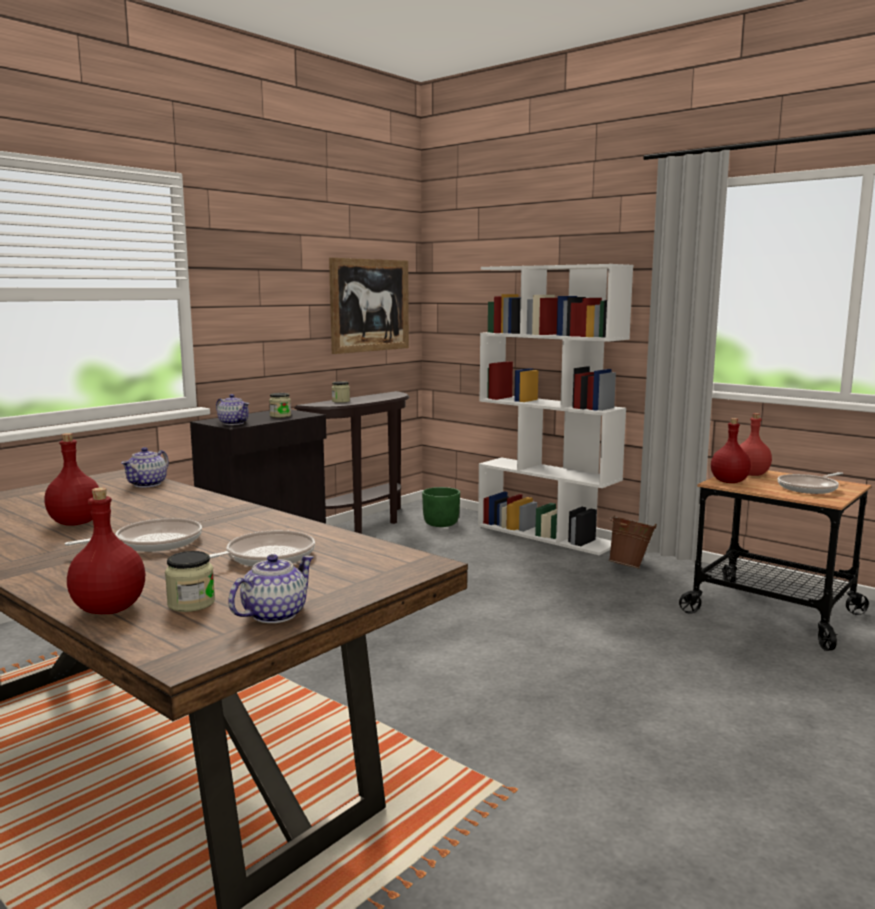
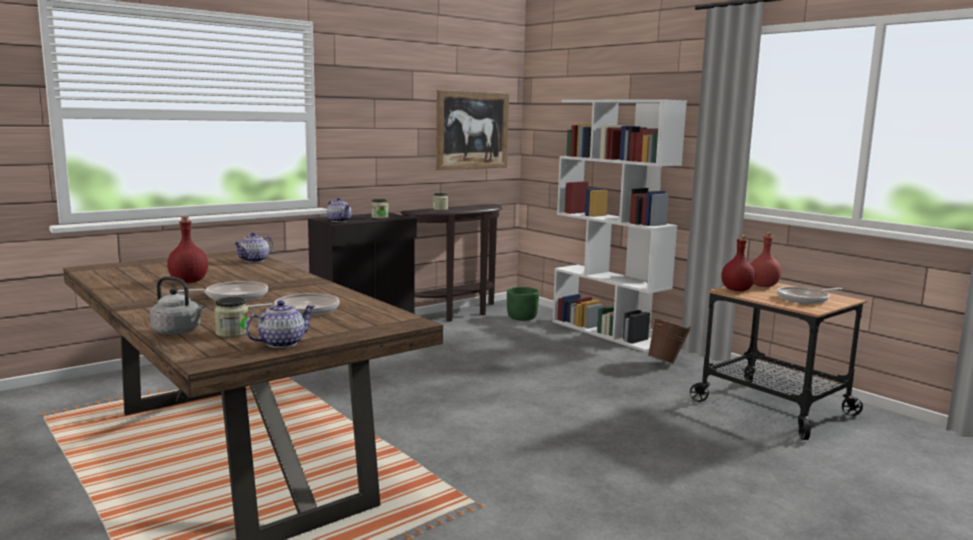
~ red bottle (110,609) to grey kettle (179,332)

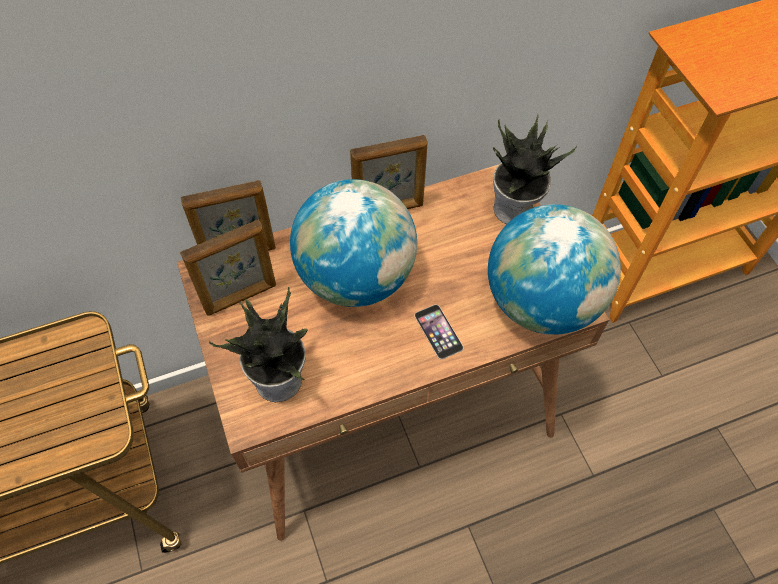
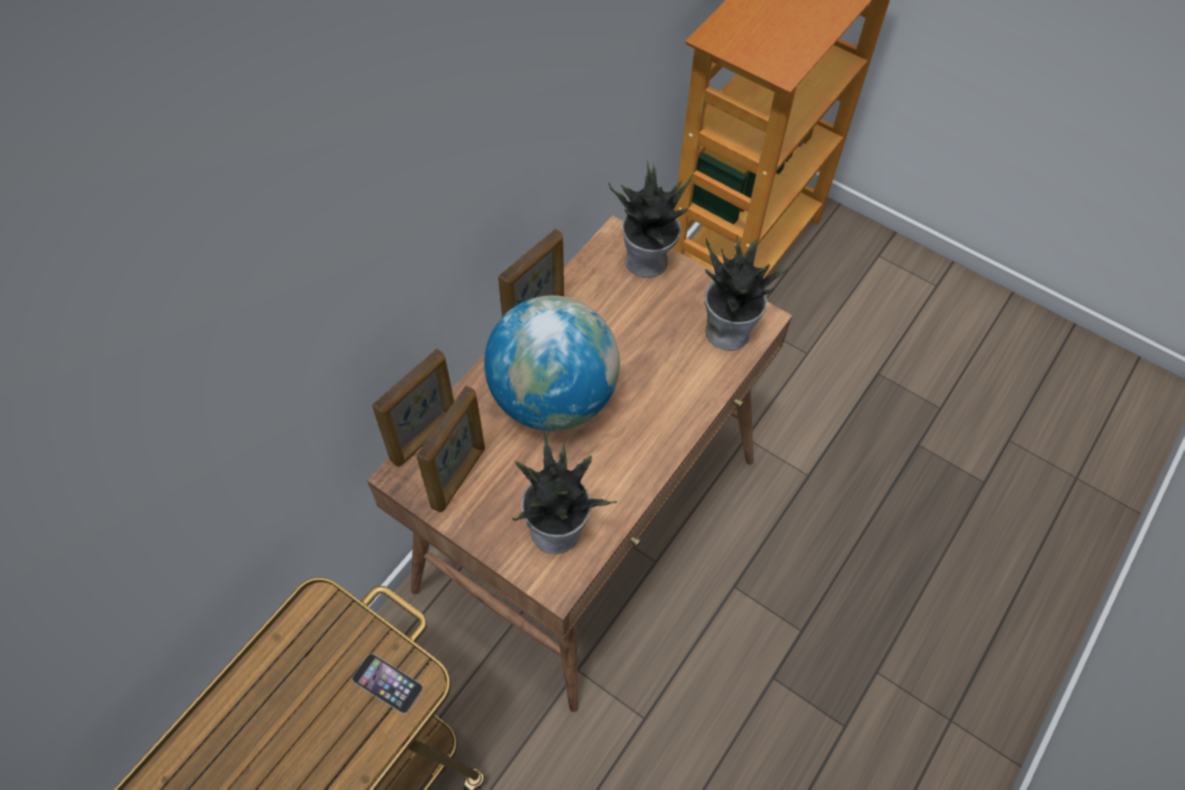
~ globe (541,302) to potted plant (728,330)
~ phone (438,331) to (387,683)

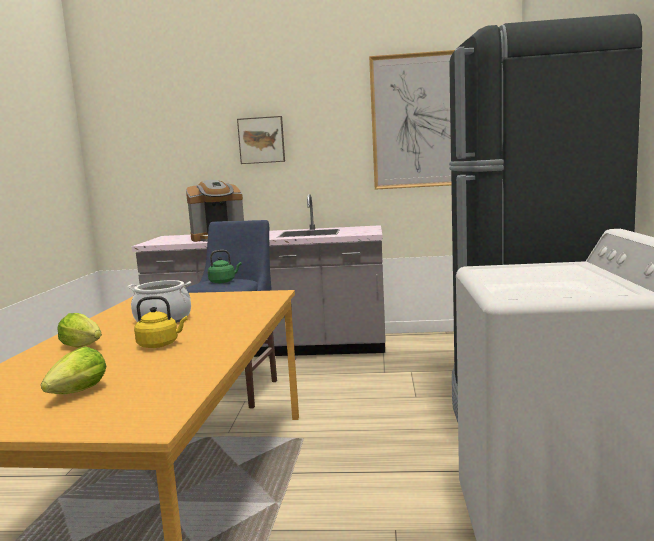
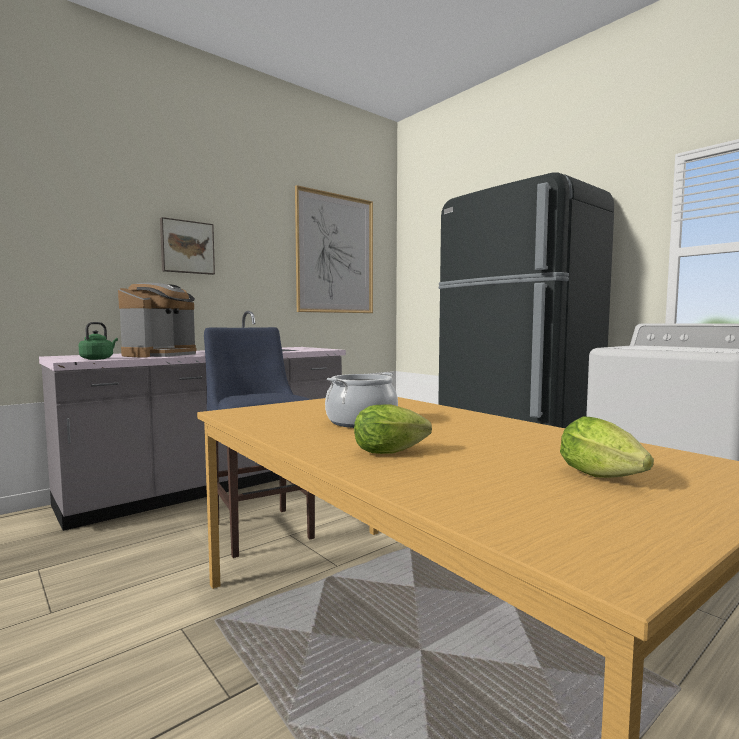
~ green kettle (223,281) to (98,359)
- yellow kettle (160,344)

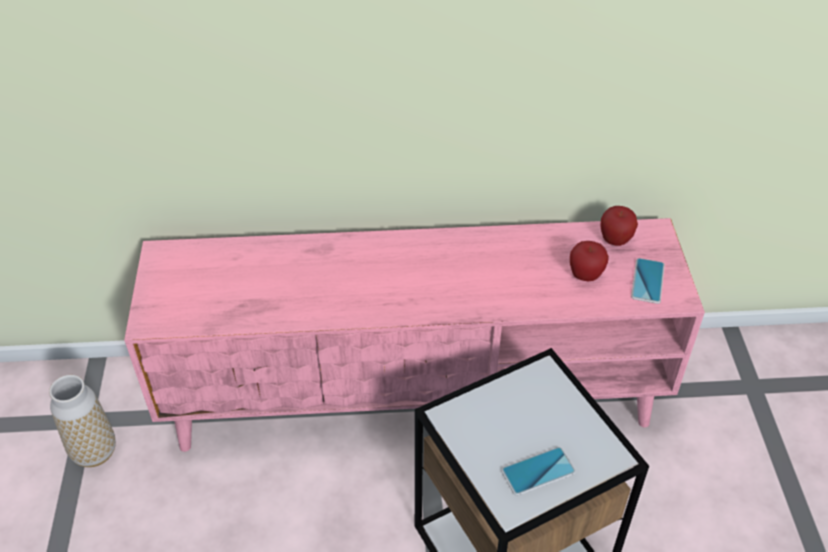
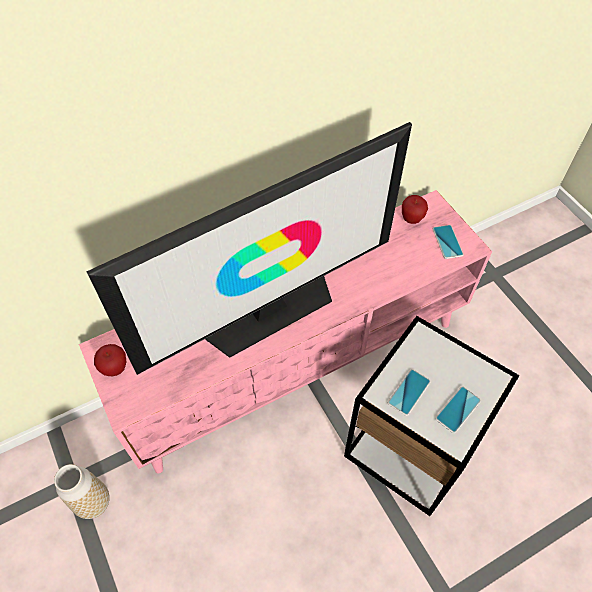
~ apple (585,276) to (115,368)
+ television (269,310)
+ phone (409,392)

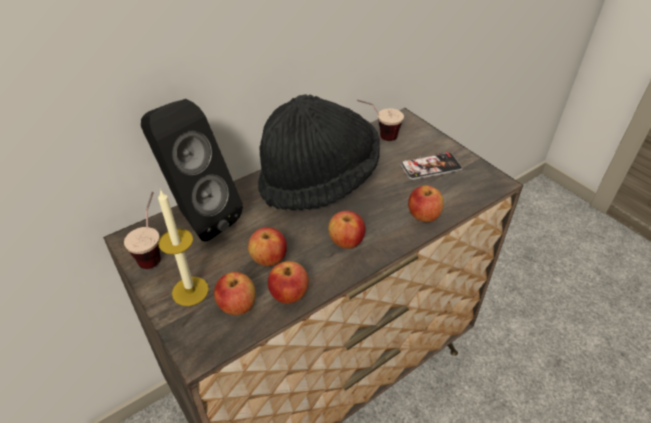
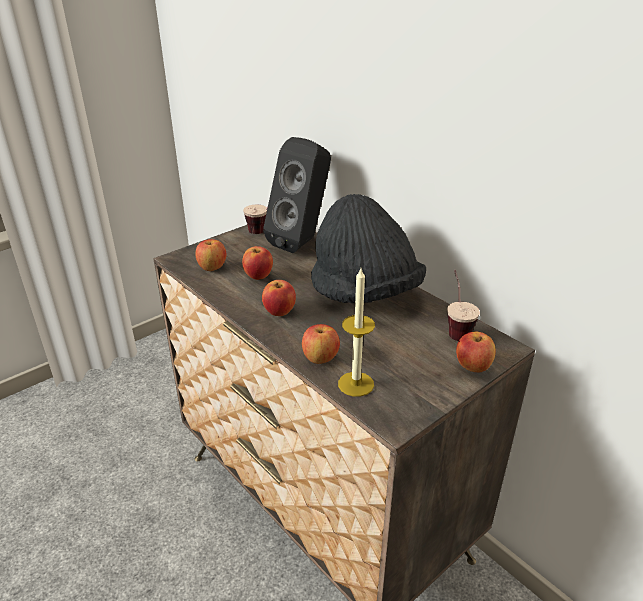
- phone (431,167)
~ candle (190,291) to (356,384)
~ apple (289,295) to (472,367)

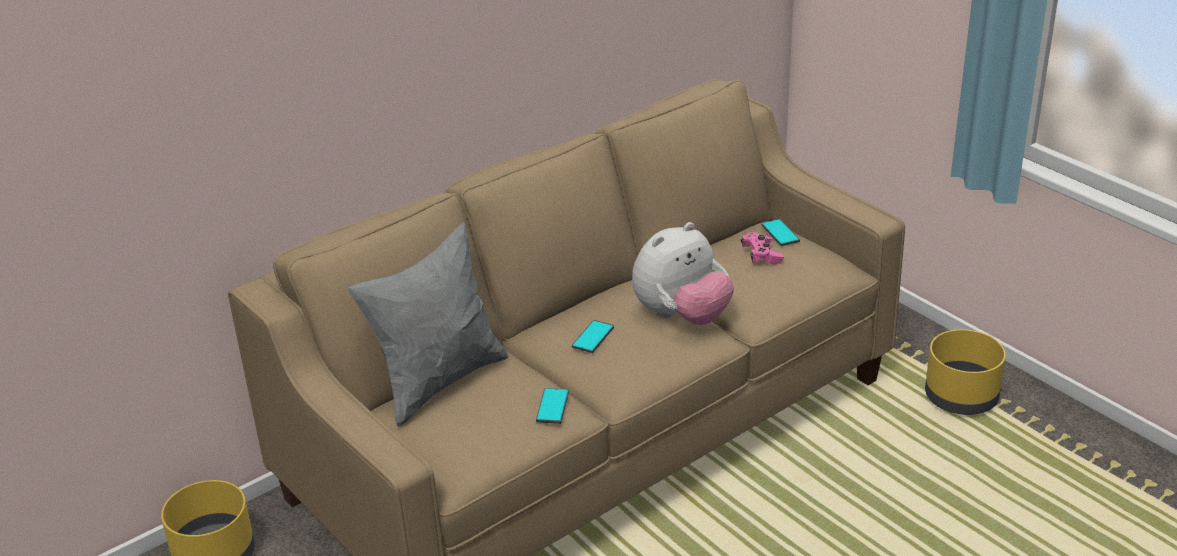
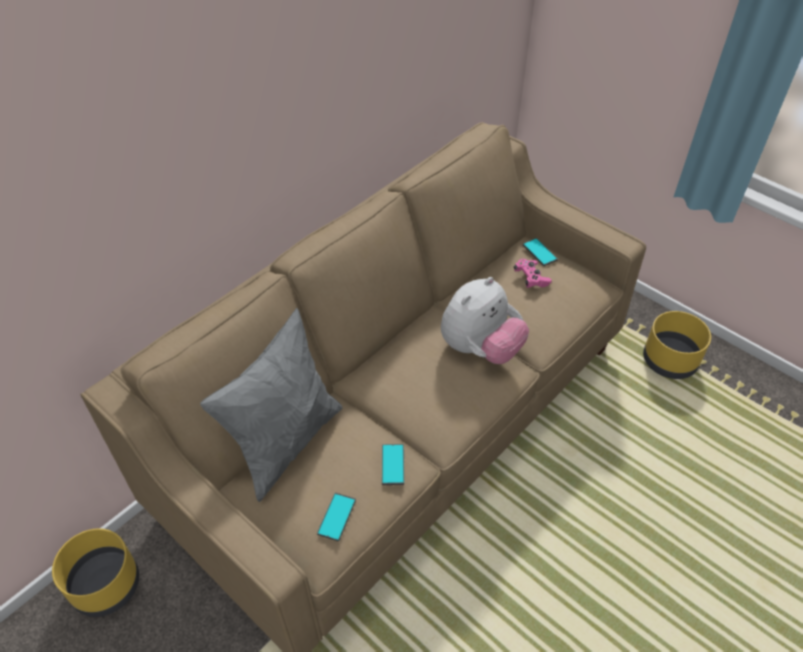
~ phone (592,337) to (336,517)

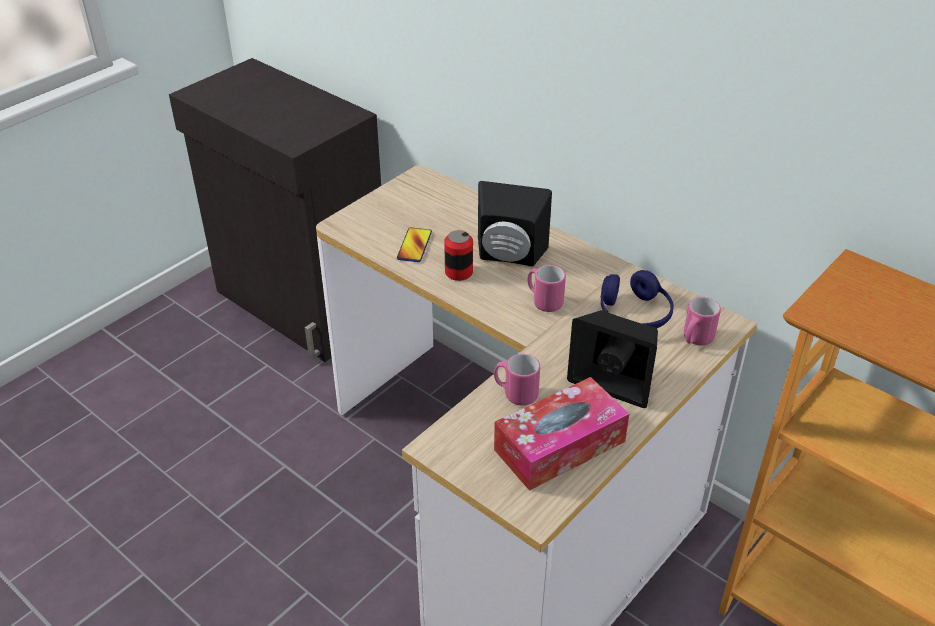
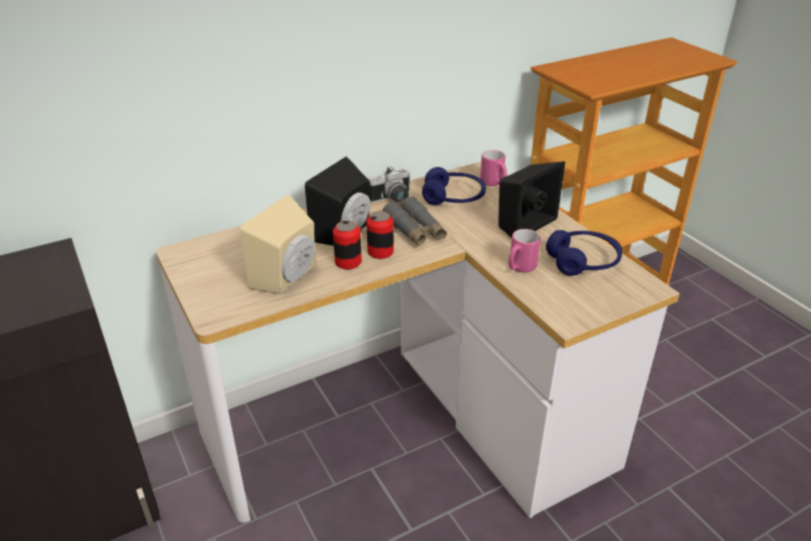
~ phone (414,246) to beige speaker (289,278)
~ pink mug (543,301) to grey binoculars (415,230)
~ tissue box (559,445) to blue headphones (583,262)
+ photo camera (392,199)
+ can (380,252)

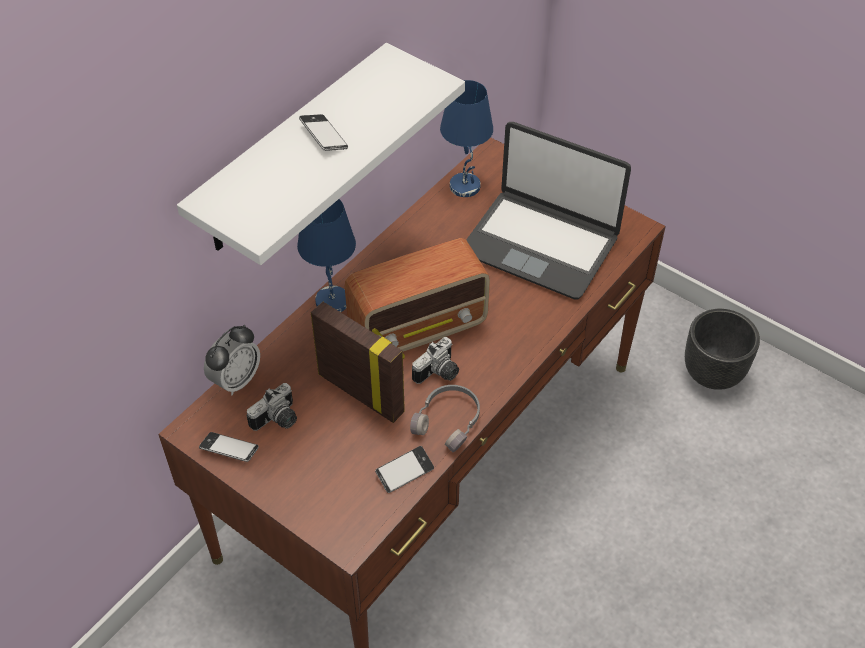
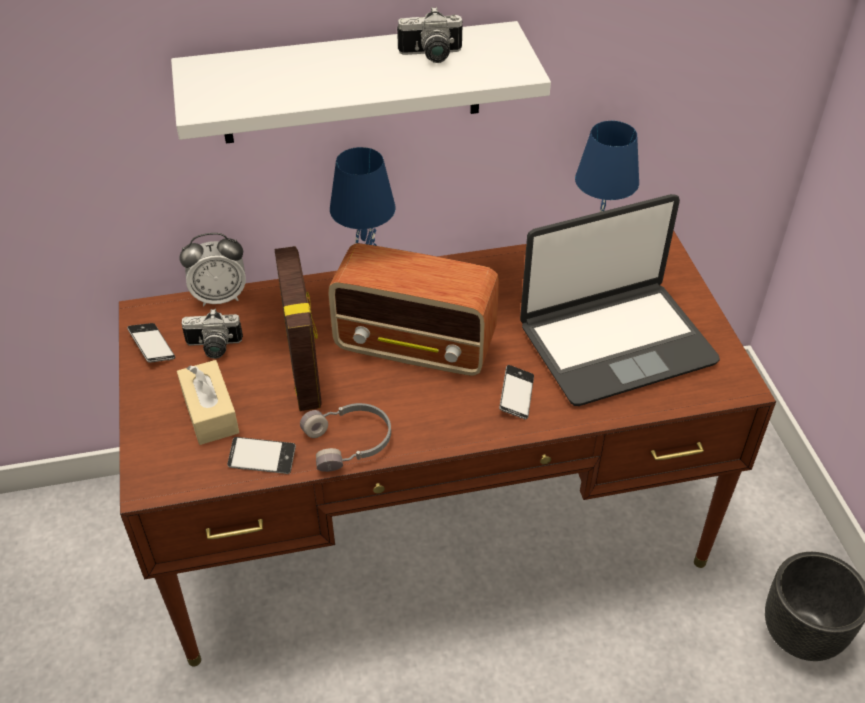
~ phone (323,136) to (516,395)
~ laptop (540,244) = (615,343) 90 degrees counterclockwise
~ photo camera (439,373) to (431,56)
+ beige tissue box (210,412)

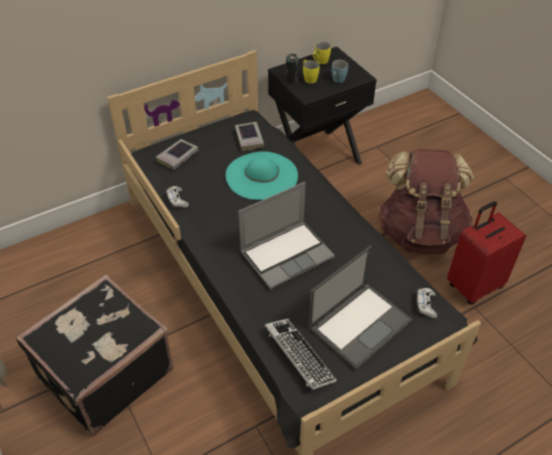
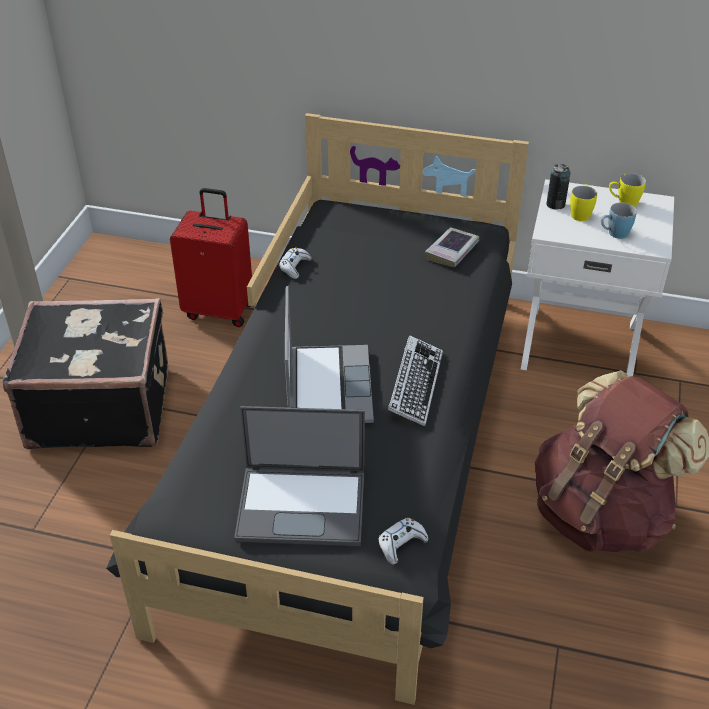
~ black nightstand (316,156) to white nightstand (580,344)
- book (177,157)
- turquoise hat (261,175)
~ laptop (287,254) = (327,386) 105 degrees counterclockwise
~ red suitcase (474,285) to (220,310)
~ keyboard (299,356) to (415,385)

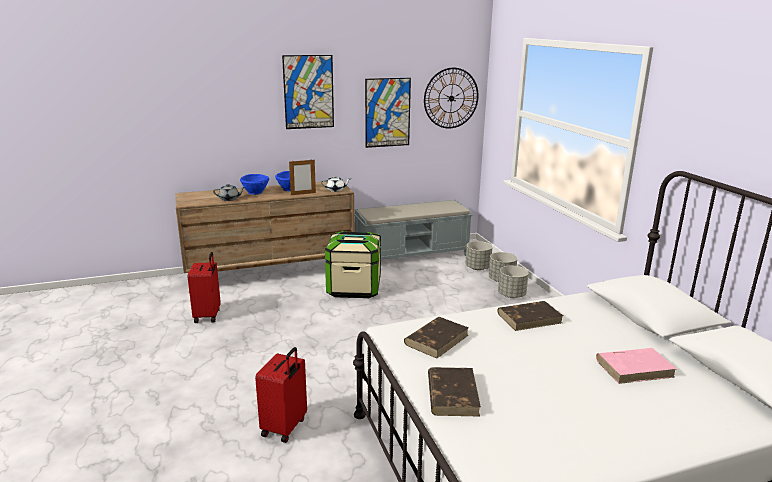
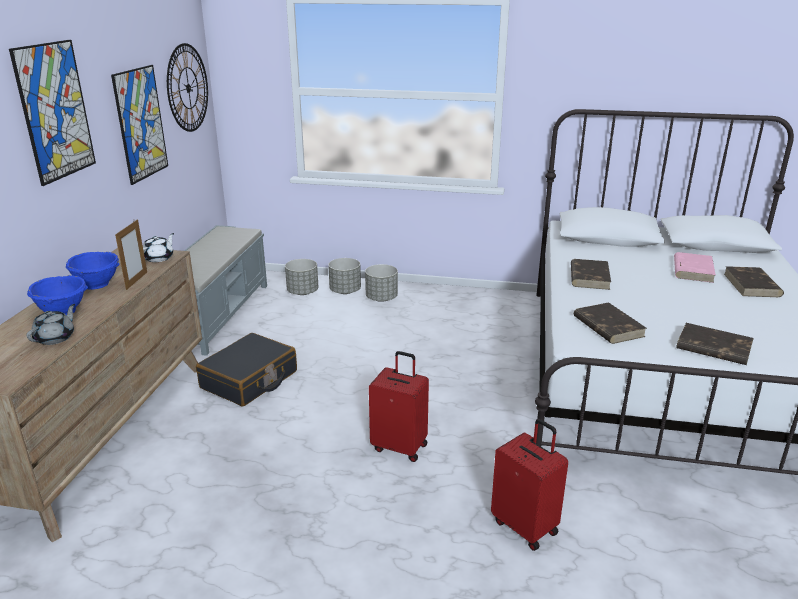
~ storage box (354,288) to black suitcase (249,380)
~ red suitcase (208,315) to (400,446)
+ brown book (752,285)

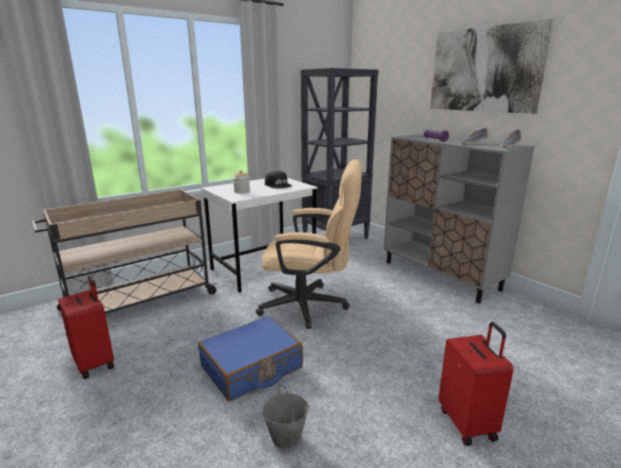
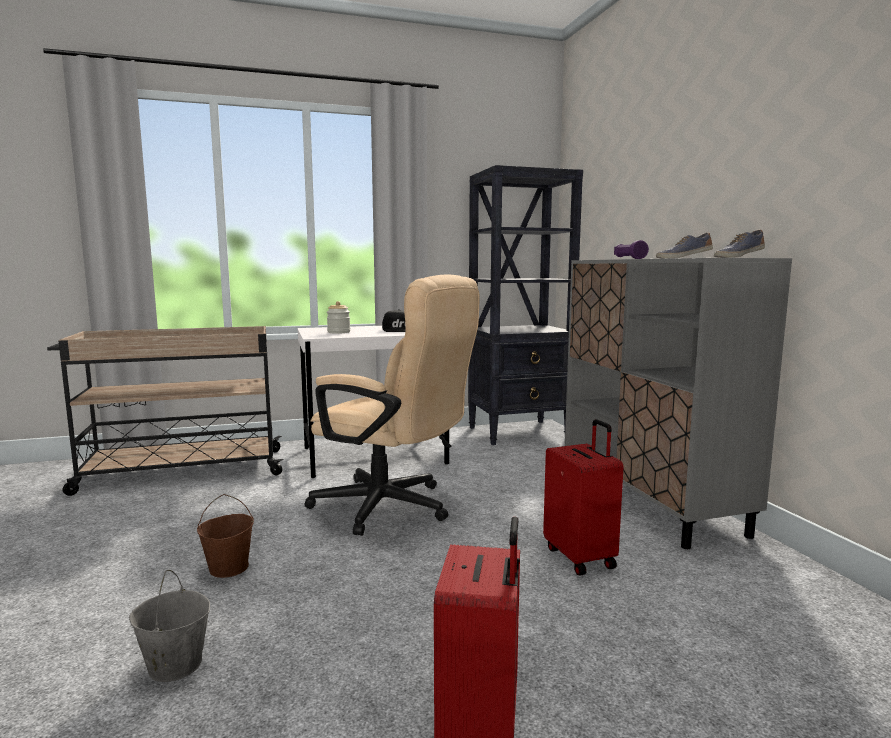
- picture (484,70)
~ red suitcase (95,363) to (581,557)
~ blue suitcase (252,367) to brown bucket (229,568)

